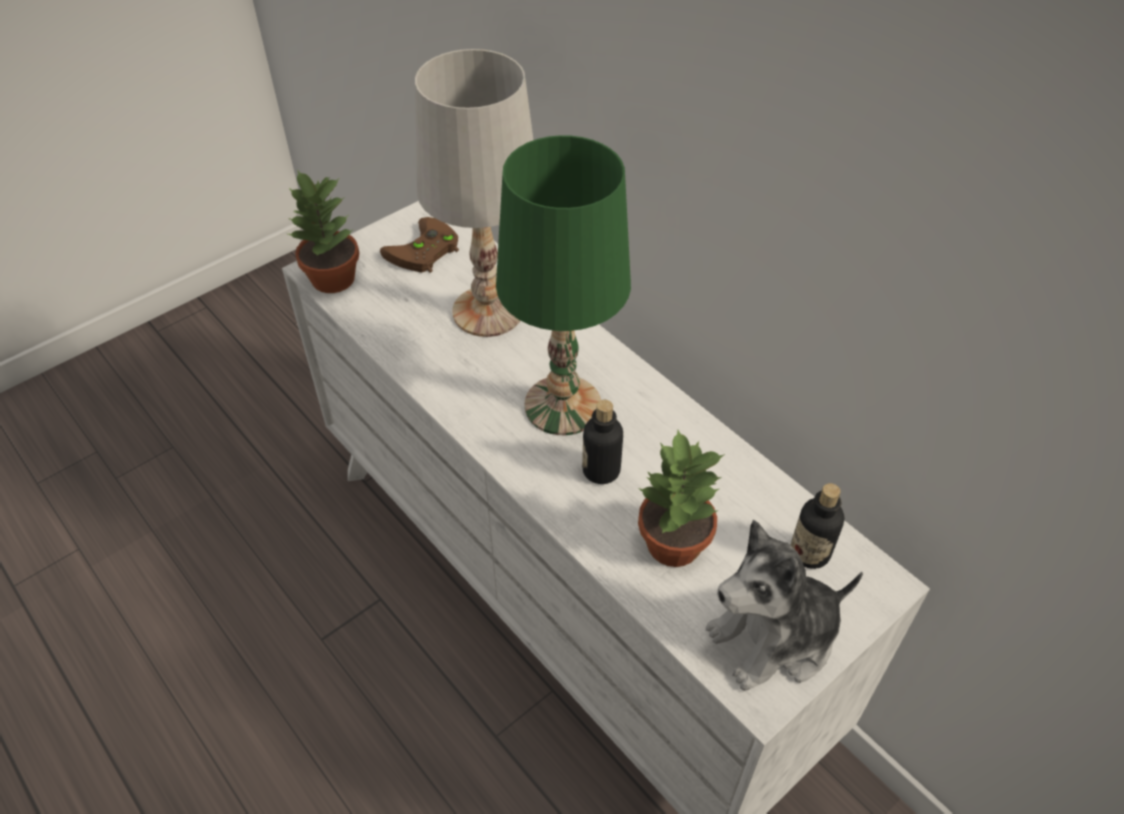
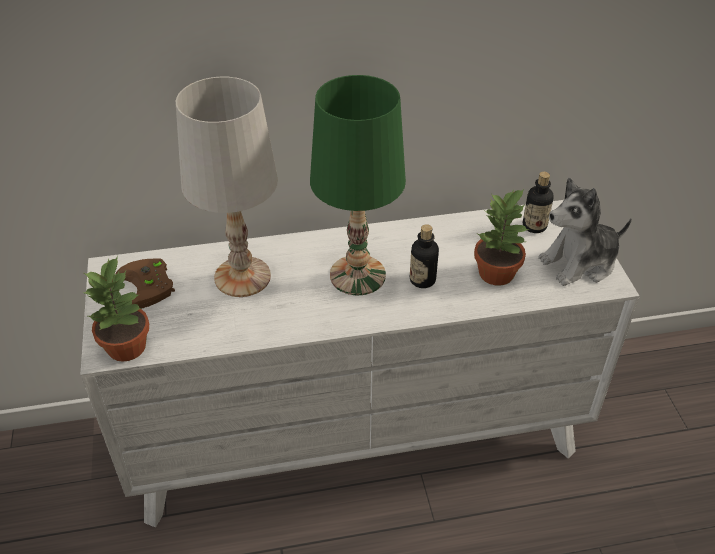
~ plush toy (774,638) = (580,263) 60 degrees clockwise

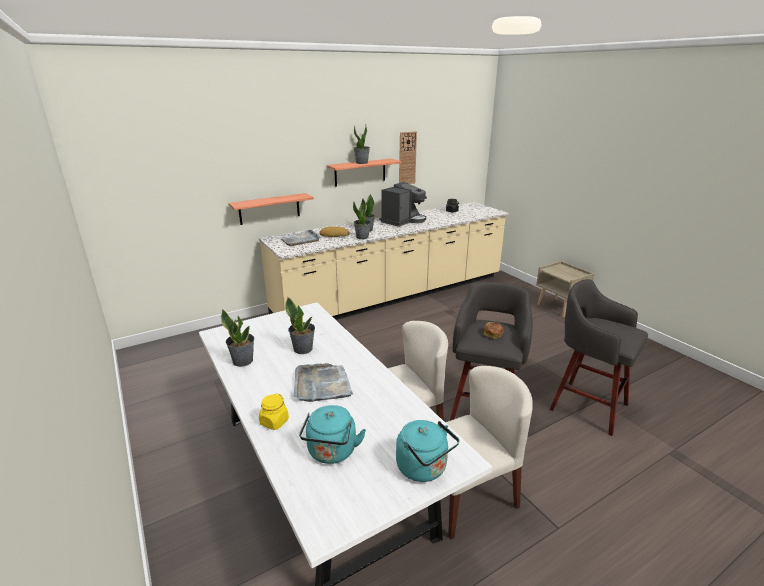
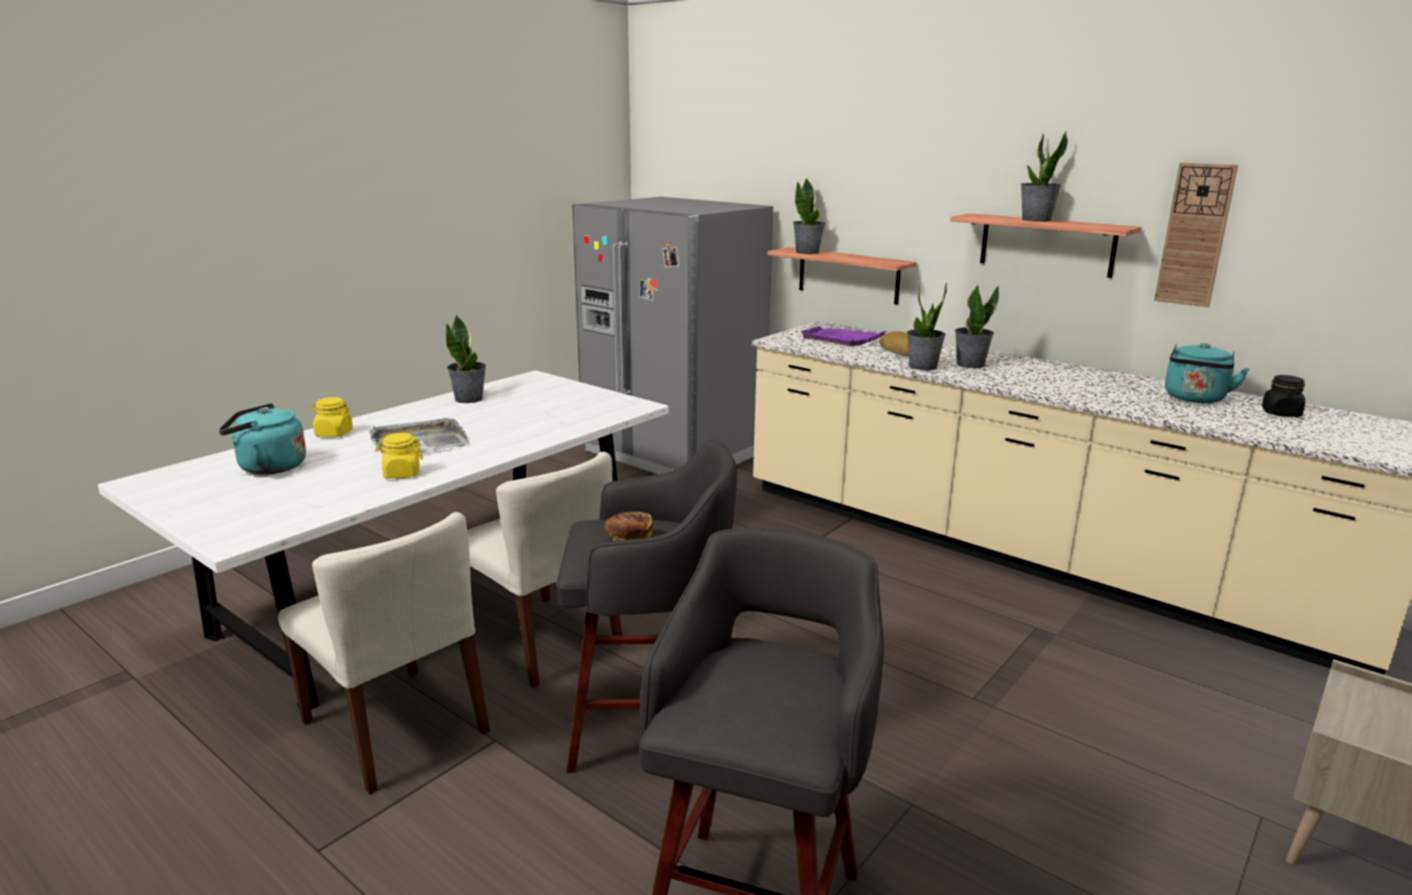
- coffee machine (403,221)
~ grey tray (301,240) to purple tray (843,338)
~ potted plant (303,349) to (807,252)
~ turquoise kettle (424,468) to (1195,399)
+ grey fridge (673,452)
+ yellow jar (401,474)

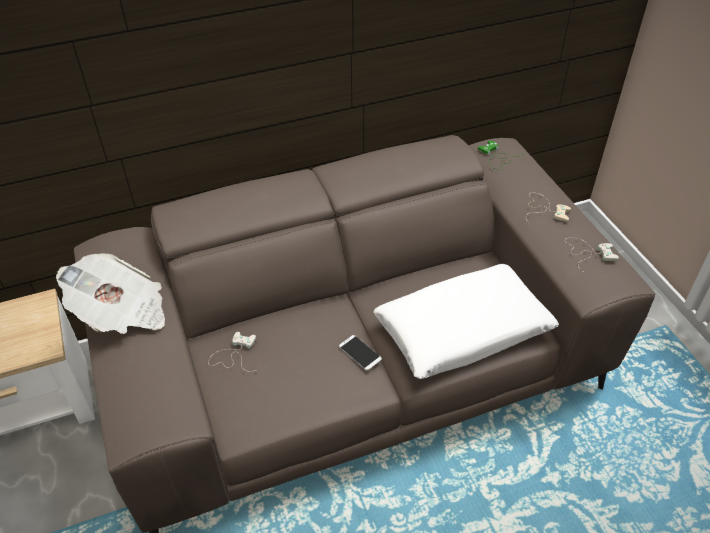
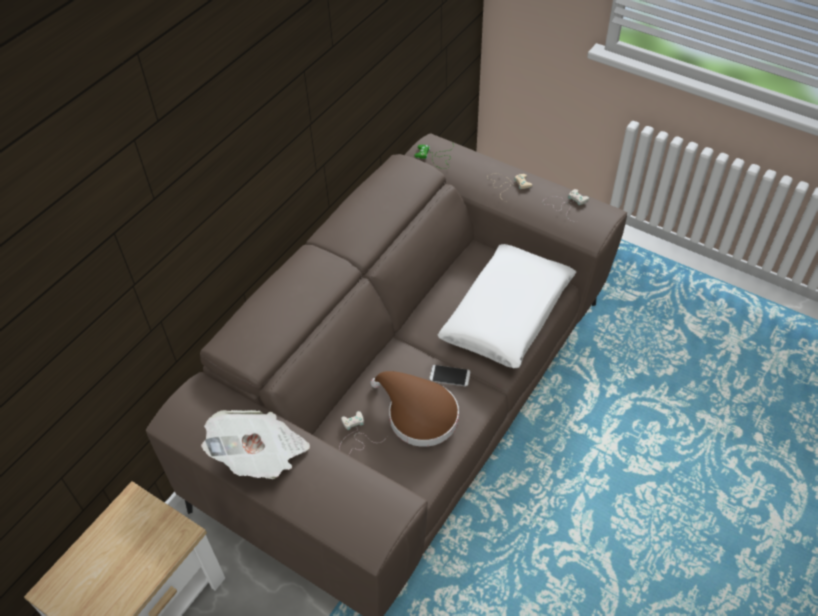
+ brown hat (418,414)

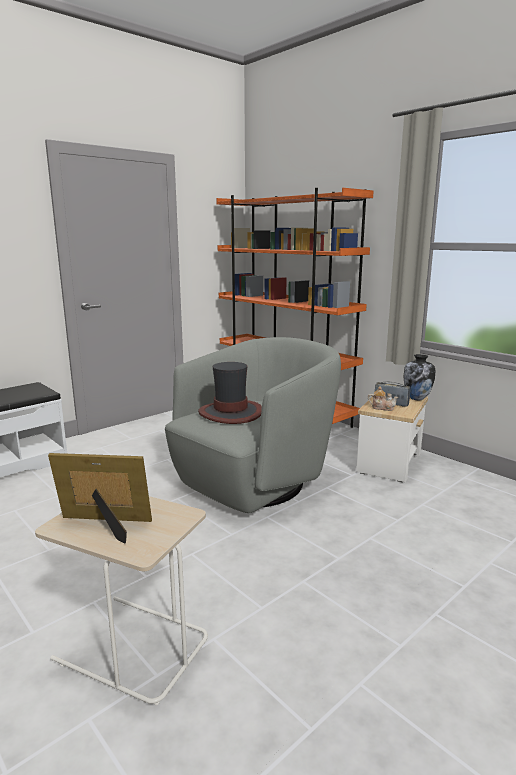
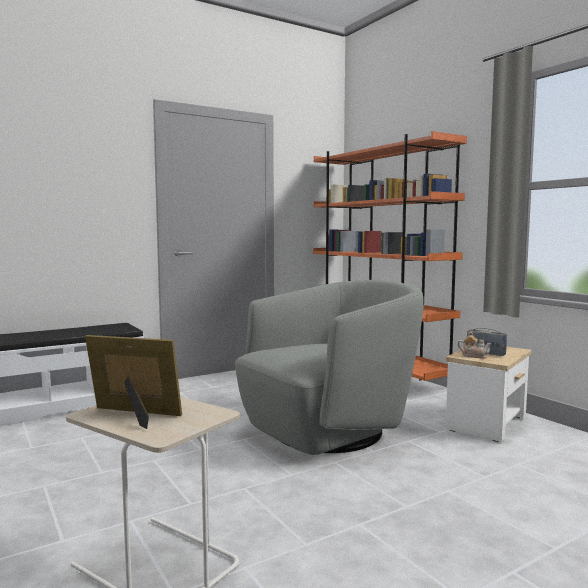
- vase (417,398)
- hat (231,413)

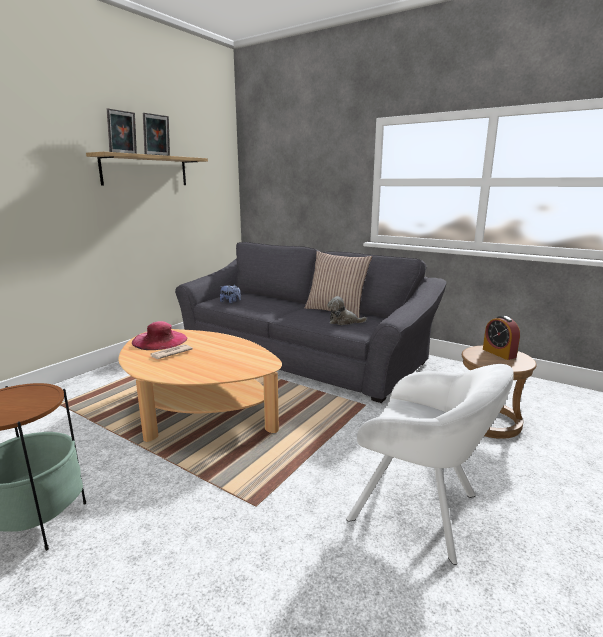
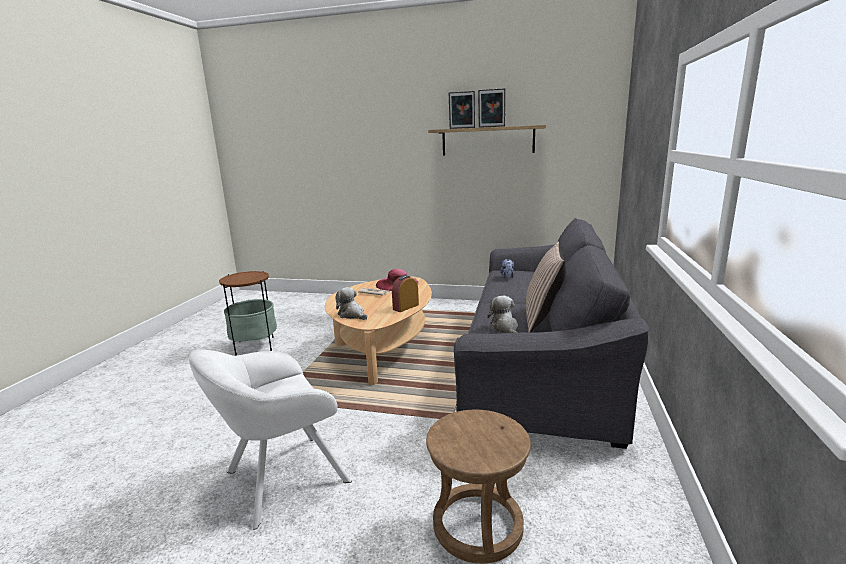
~ alarm clock (499,353) to (405,307)
~ white armchair (421,510) = (280,479) 45 degrees clockwise
+ plush toy (352,315)

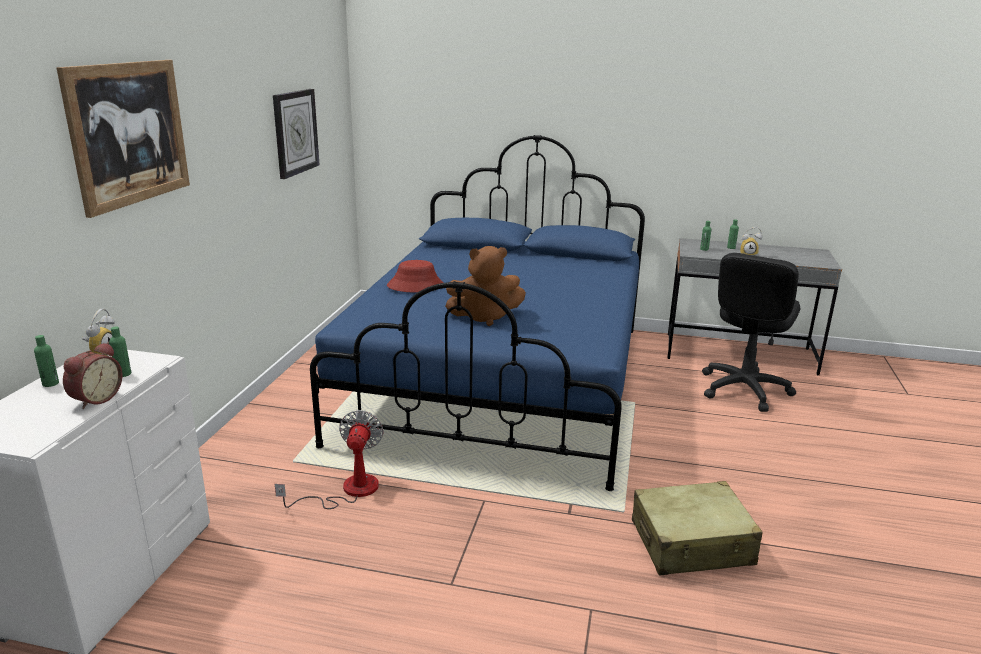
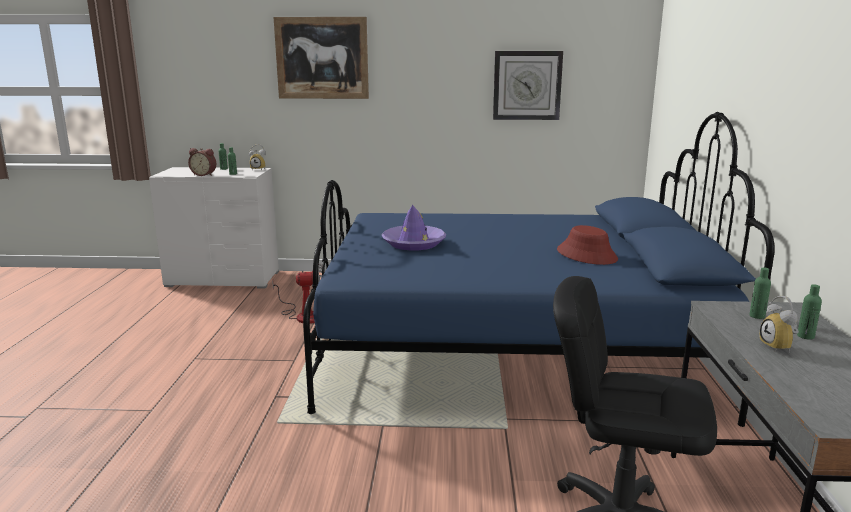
~ brown plush toy (485,317) to purple hat (413,243)
~ red hat (415,286) to (587,255)
- beige suitcase (692,543)

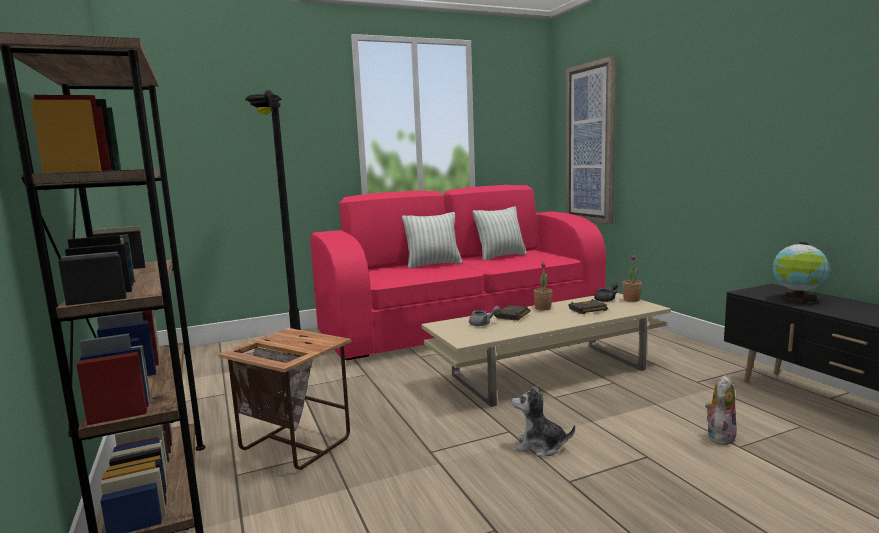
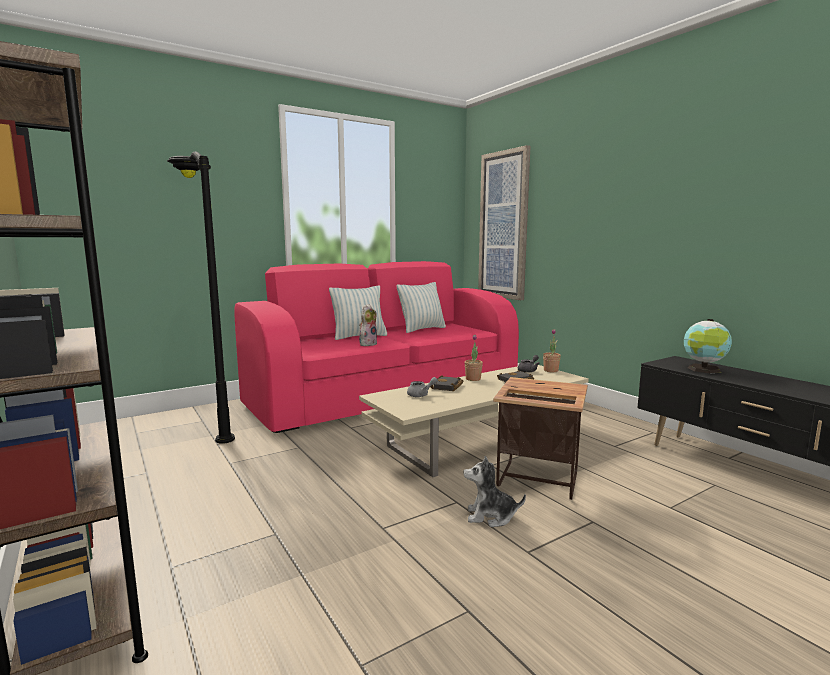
~ side table (294,444) to (536,480)
~ plush toy (719,436) to (367,344)

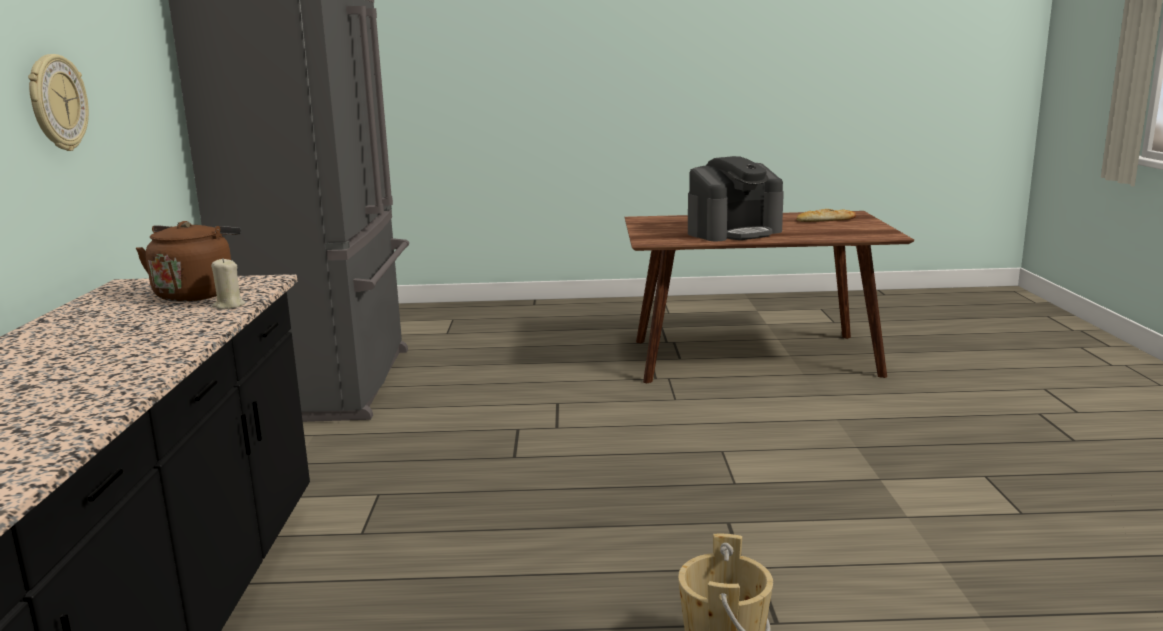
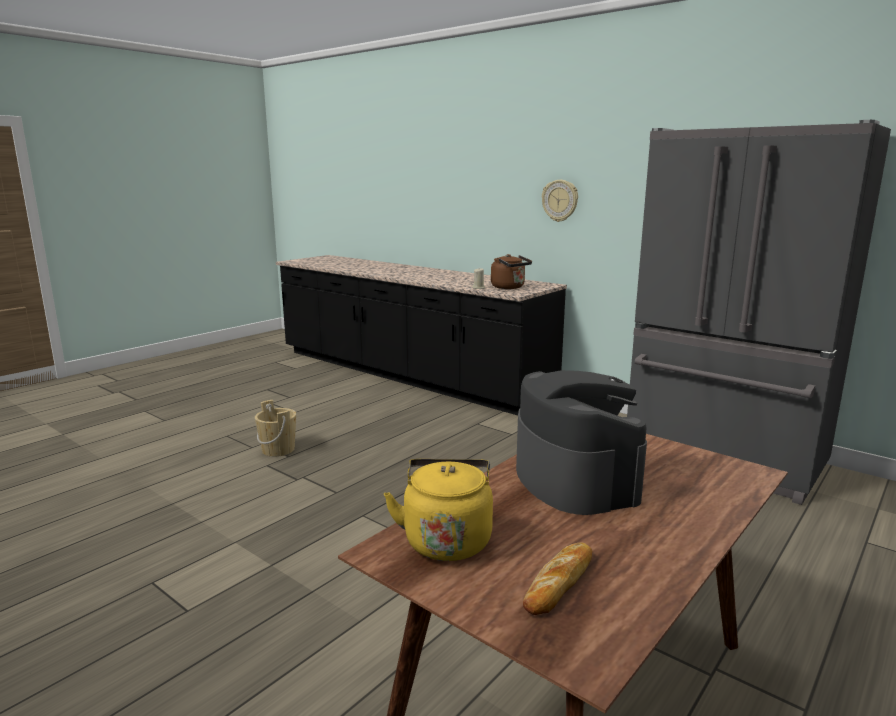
~ coffee machine (734,232) = (574,478) 150 degrees clockwise
+ yellow kettle (446,539)

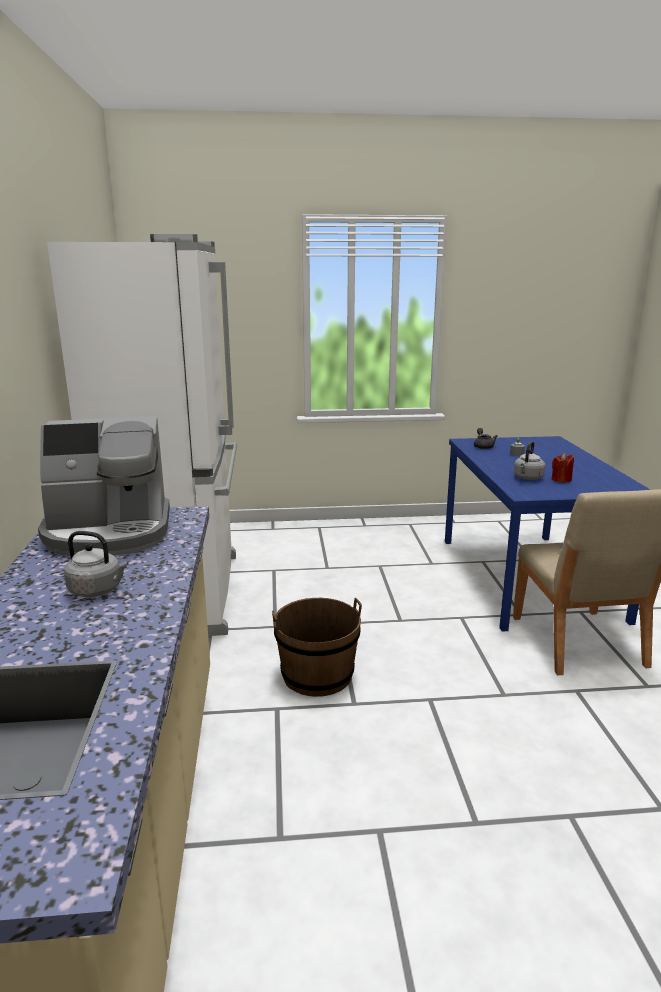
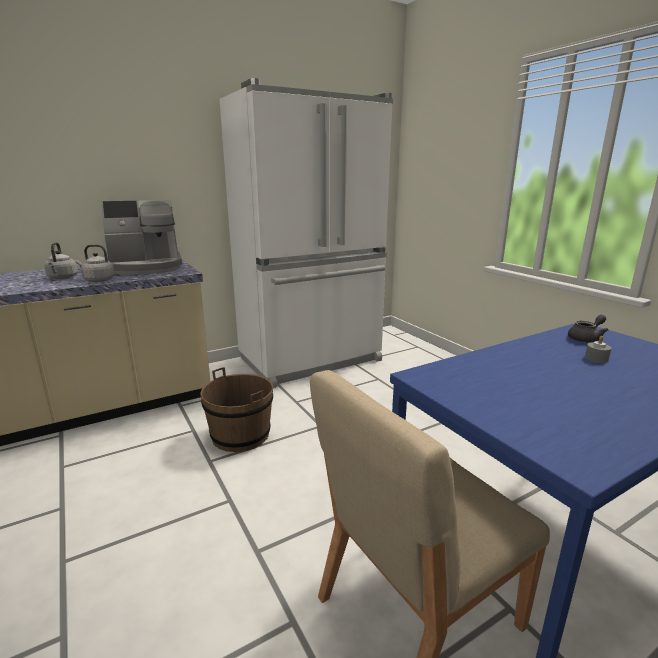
~ coffee machine (109,533) = (146,267) 75 degrees counterclockwise
~ grey kettle (527,478) to (98,280)
- red candle (561,480)

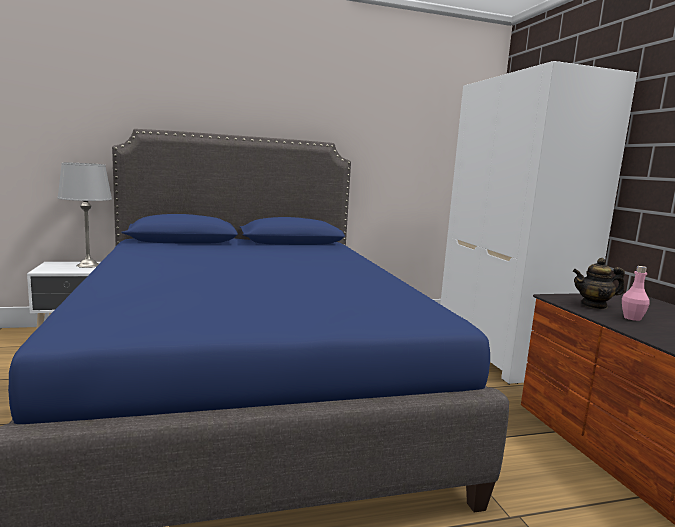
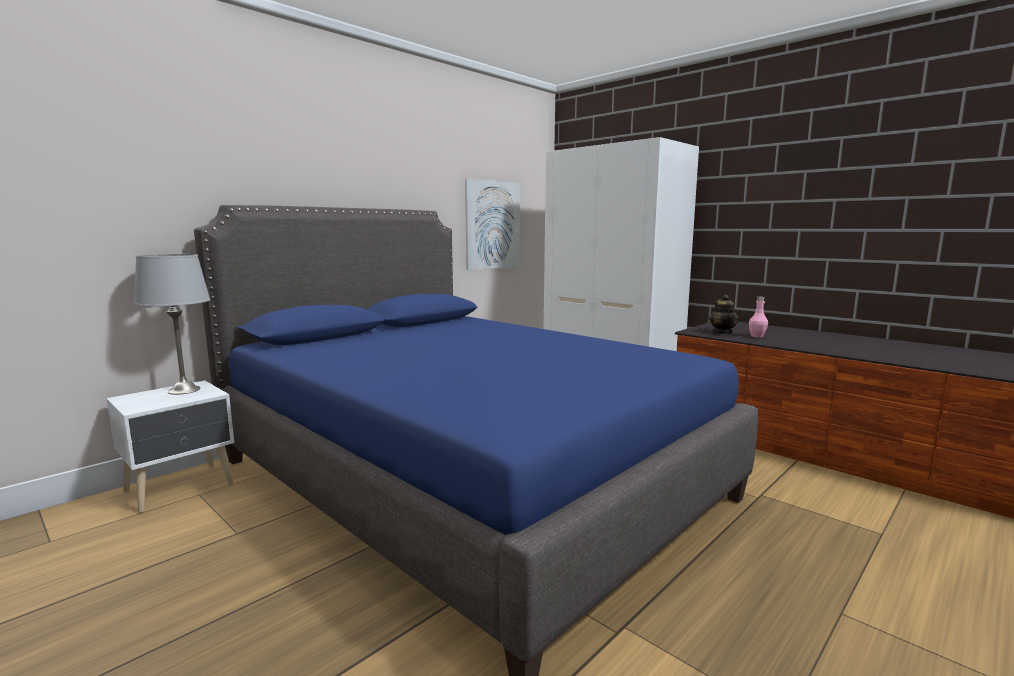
~ teapot (594,305) = (722,332) 60 degrees counterclockwise
+ picture (493,225)

